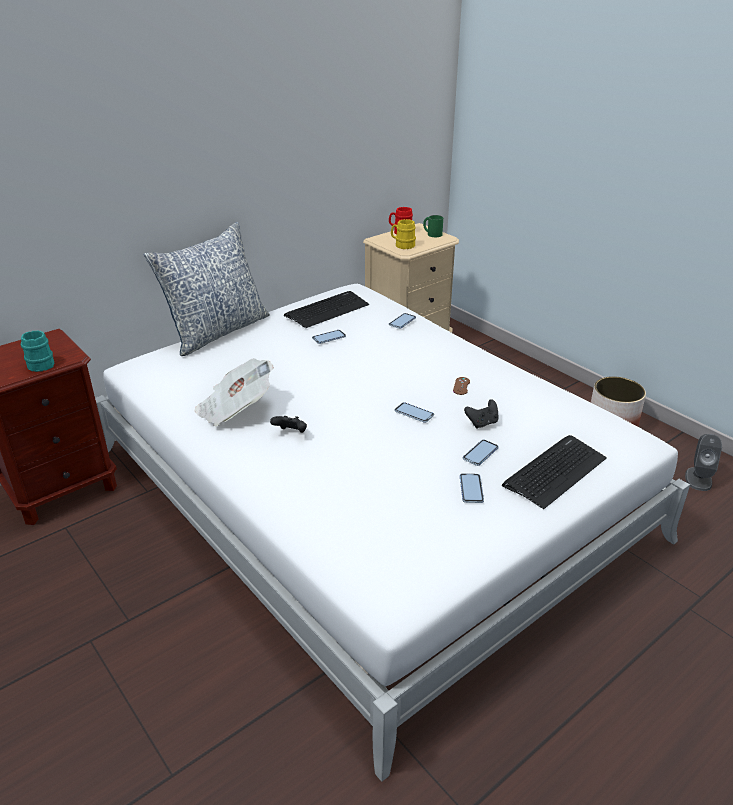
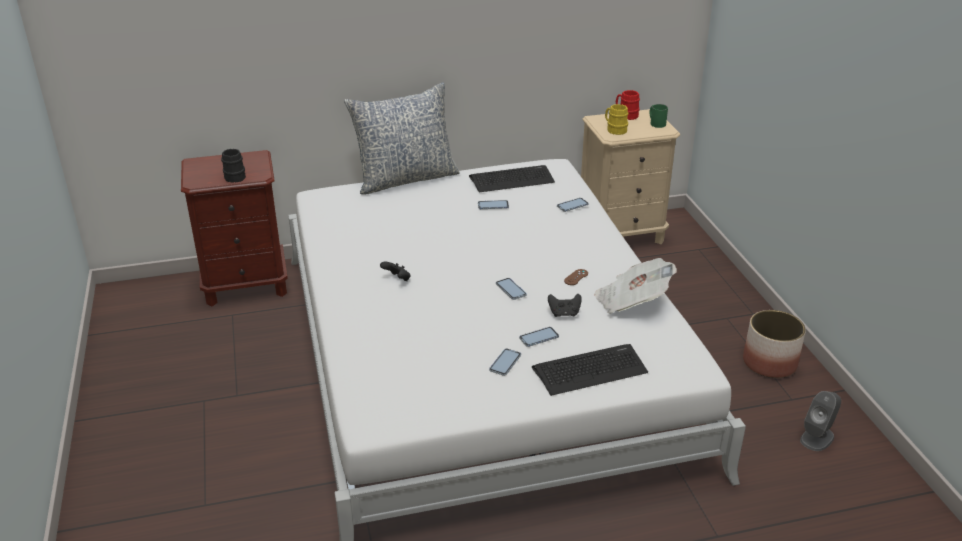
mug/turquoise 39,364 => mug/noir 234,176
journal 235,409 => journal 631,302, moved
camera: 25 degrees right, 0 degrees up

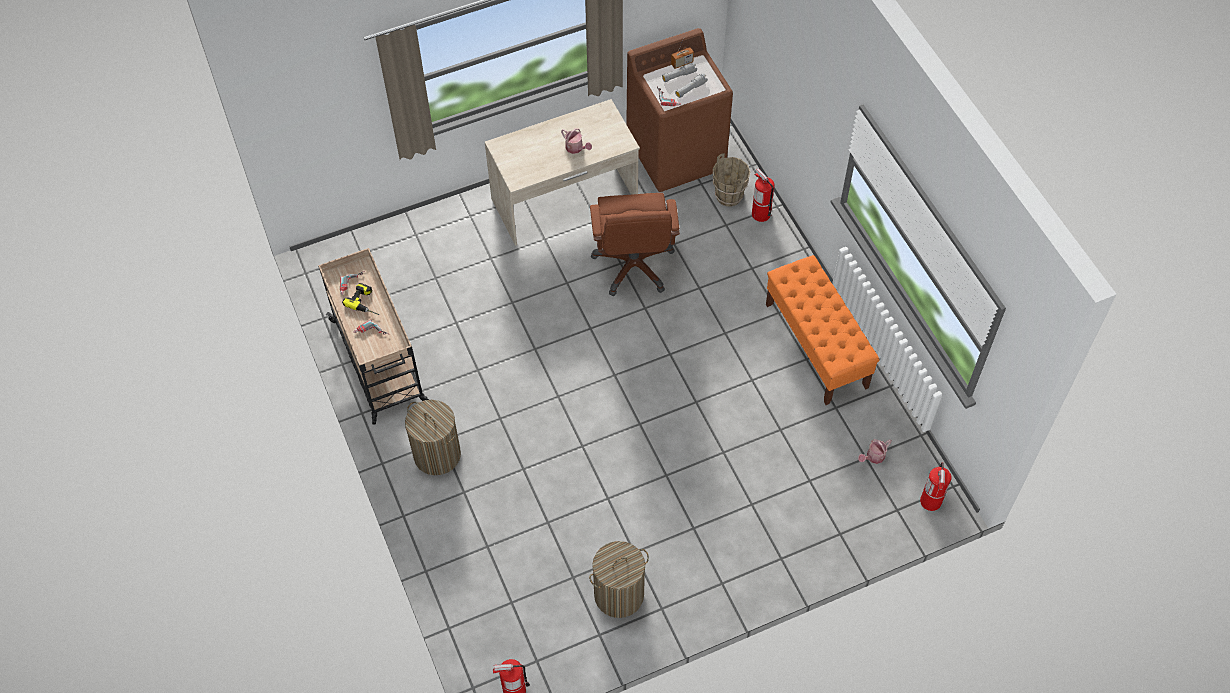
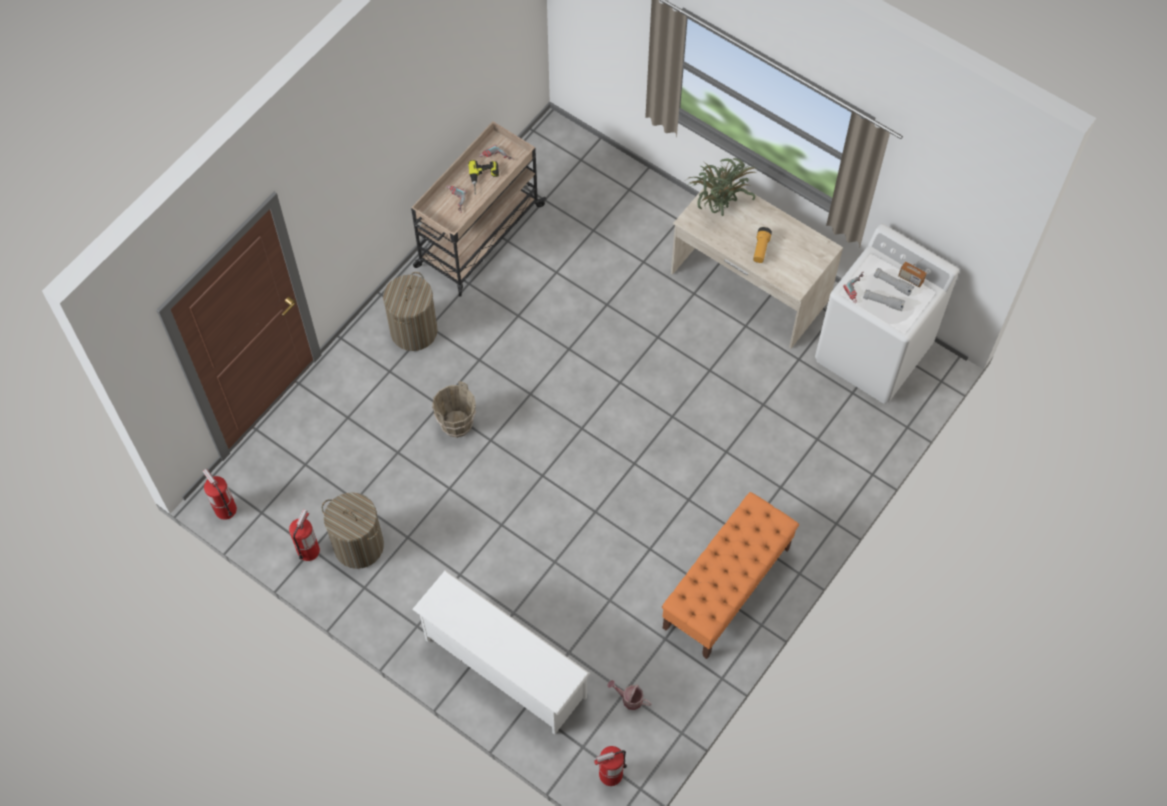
lave-linge/marron 676,154 => lave-linge/blanc 873,353
arrosoir 576,148 => lampe de poche 761,249
seau/marron 729,196 => seau/marron 457,424, moved
extincteur 760,214 => extincteur 308,550, moved
chaise de bureau/marron 634,265 => nothing
nothing => plante en pot 718,208
nothing => étagère à chaussures/blanc 502,668
camera: 60 degrees right, 5 degrees up

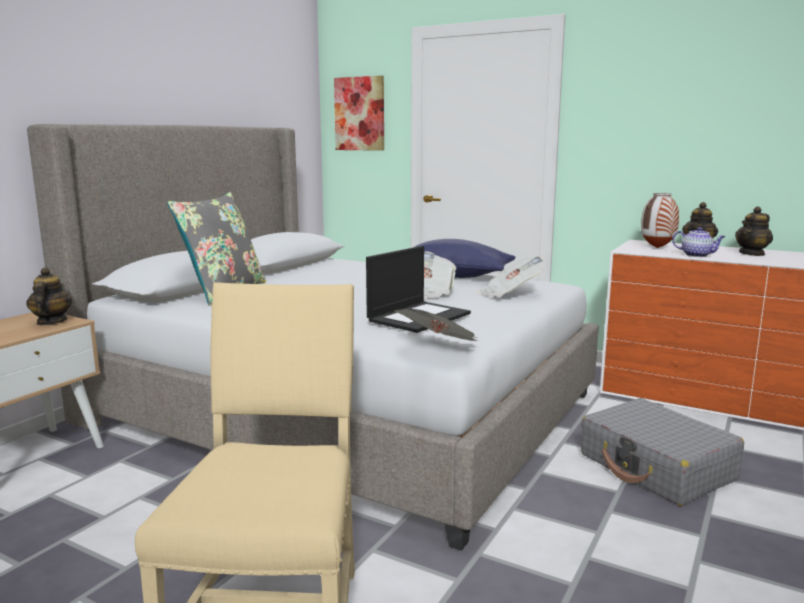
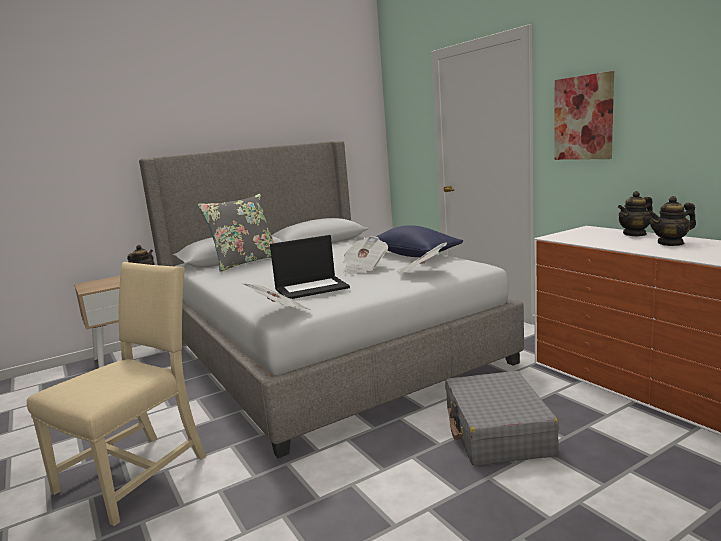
tableau 360,114 => tableau 583,118, moved
vase 657,248 => nothing
théière 697,255 => nothing
camera: 30 degrees right, 0 degrees up

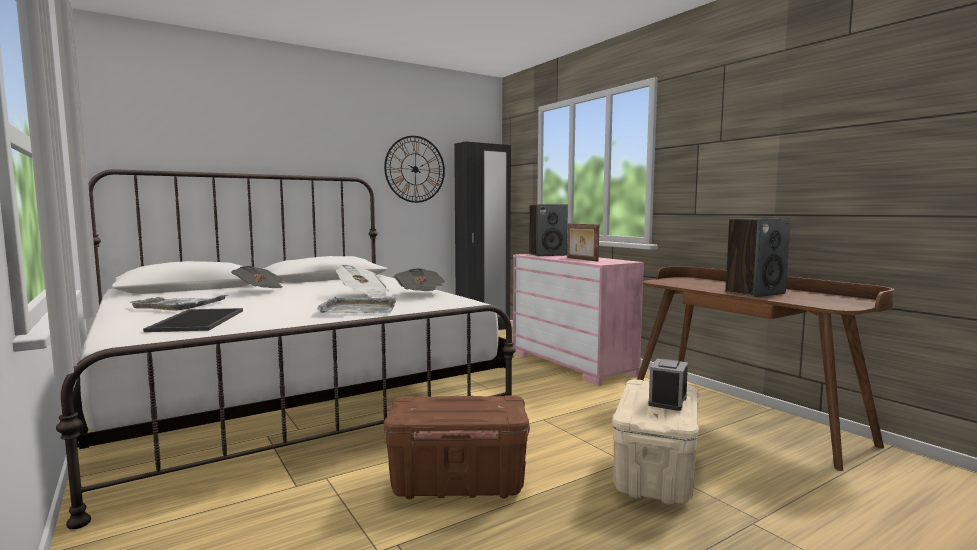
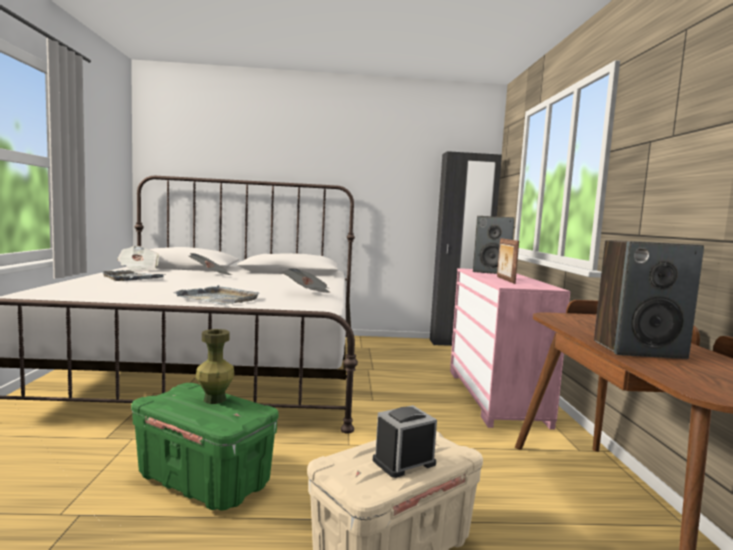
horloge murale 415,169 => nothing
journal 363,295 => journal 138,270, moved
plateau 196,320 => nothing
boîte de rangement/marron 459,483 => boîte de rangement/vert 205,480
nothing => vase/vert 214,399
camera: 30 degrees right, 0 degrees up

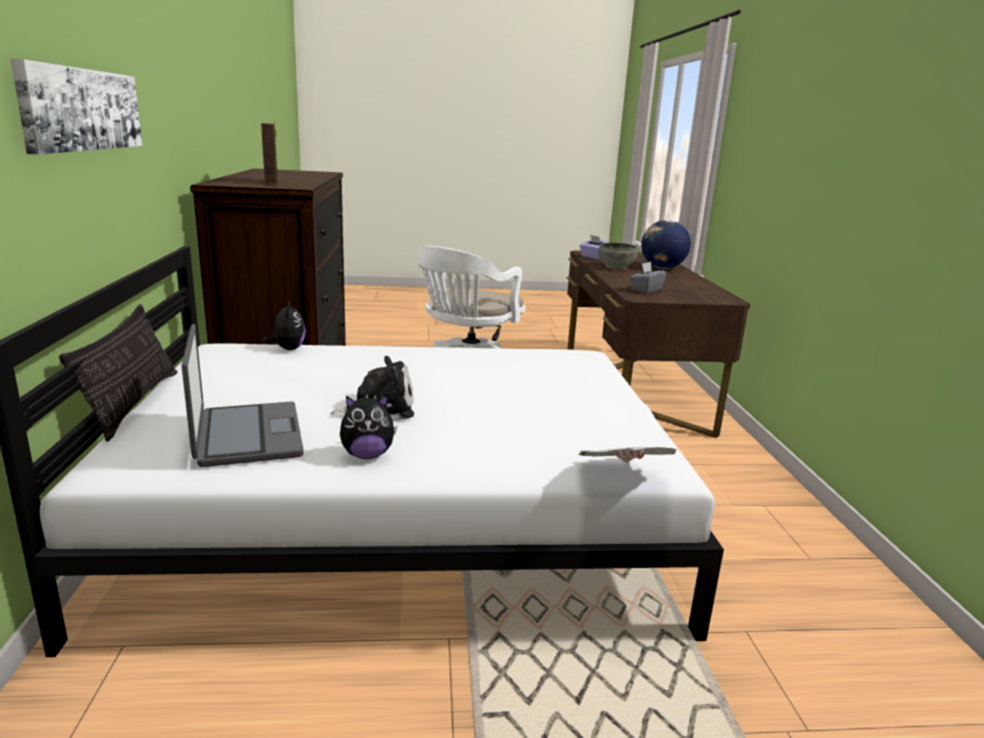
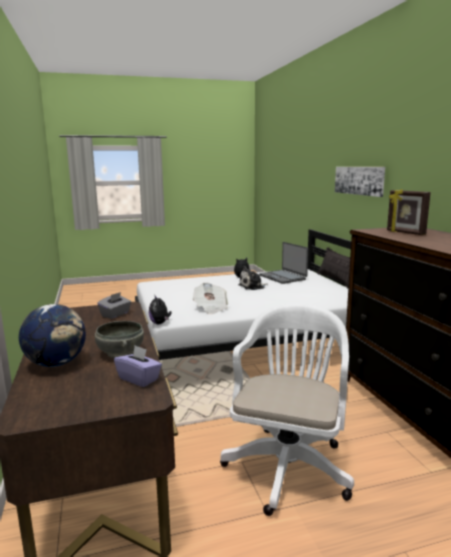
peluche 287,349 => peluche 160,323, moved
journal 622,476 => journal 210,308, moved
camera: 170 degrees right, 5 degrees down

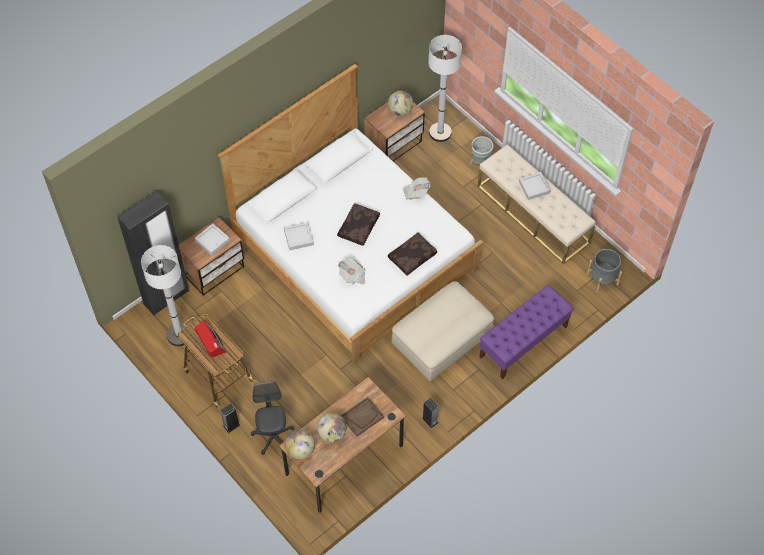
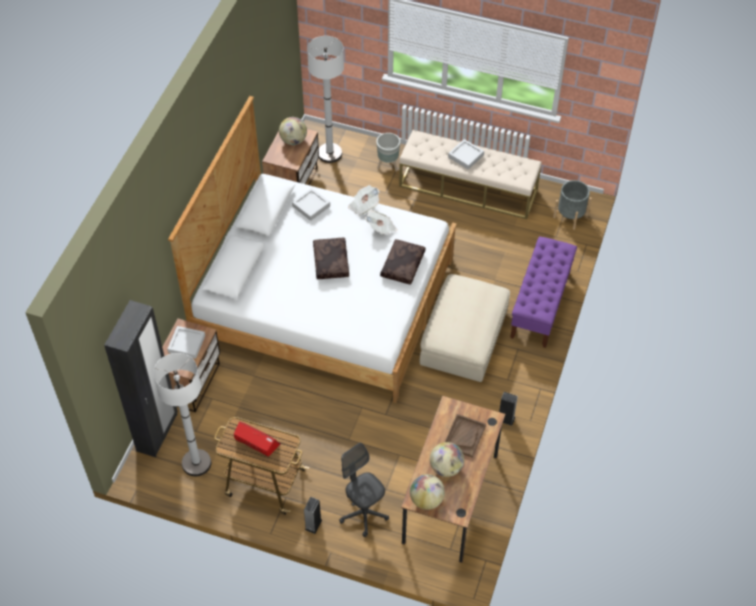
plateau/gris 298,237 => plateau/gris 311,206, moved
journal 352,276 => journal 381,228, moved
camera: 30 degrees left, 5 degrees down

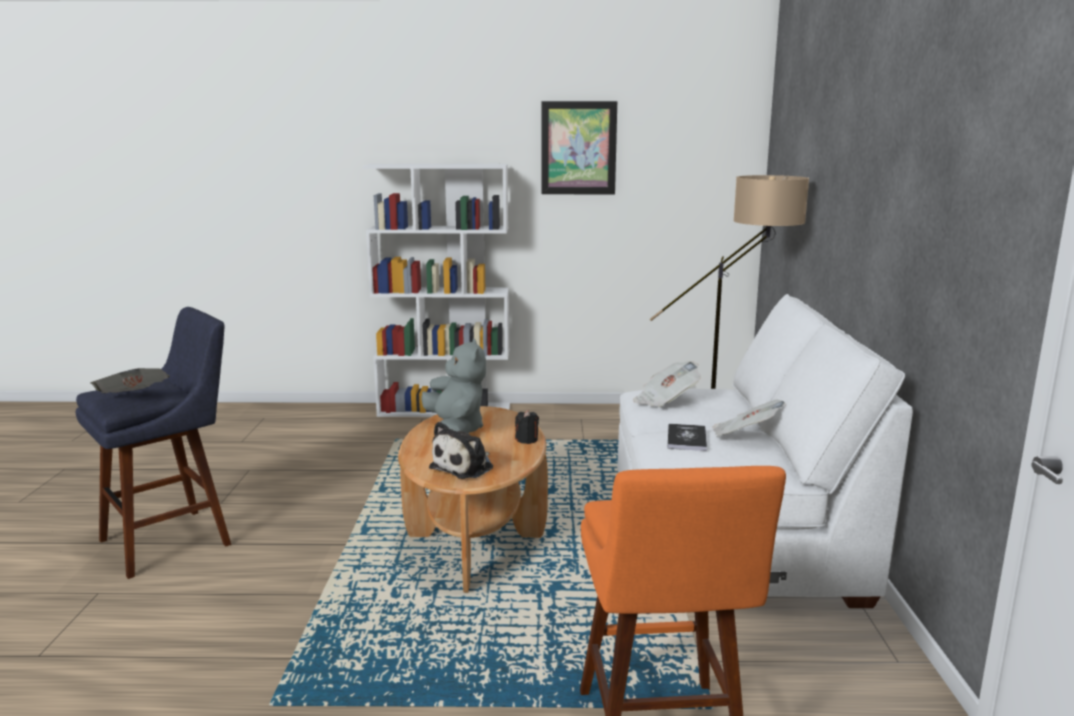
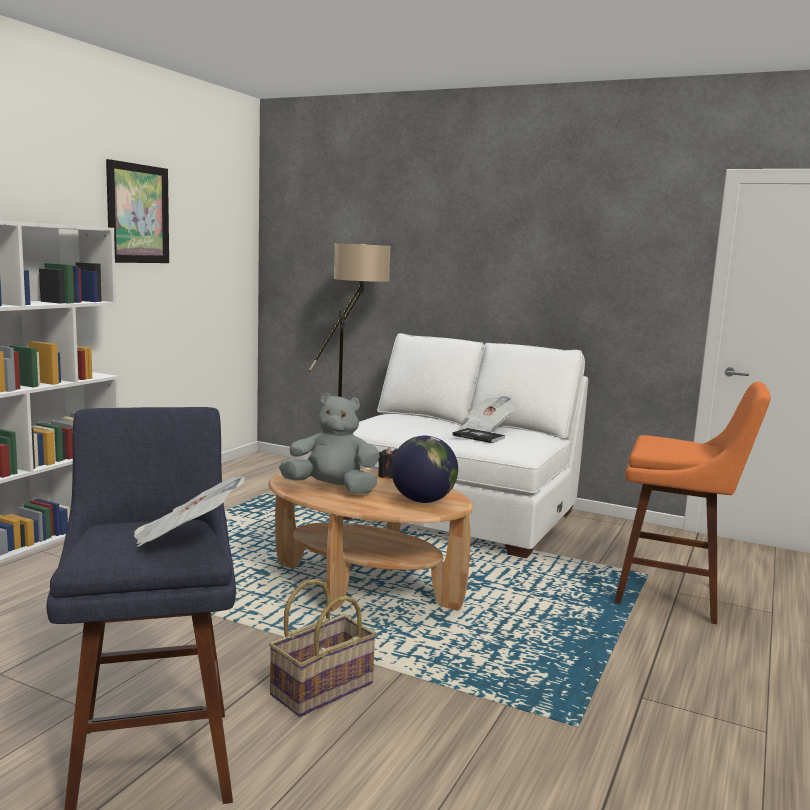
journal 665,401 => nothing
peluche 465,467 => globe 423,500
nothing => panier 321,688
camera: 65 degrees left, 5 degrees down

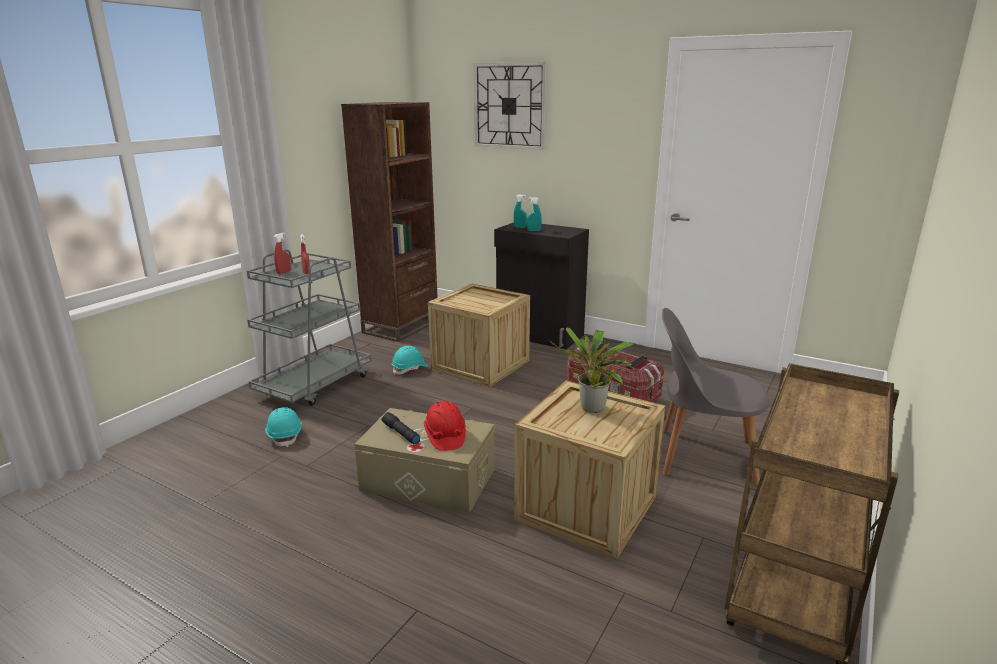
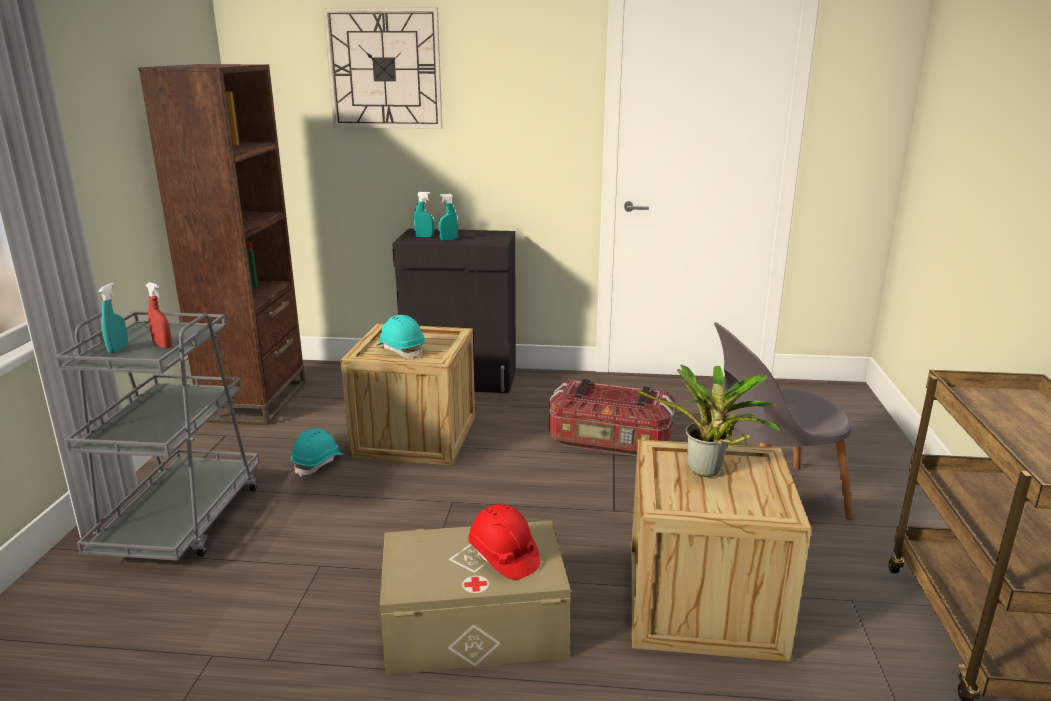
vaporisateur/rouge 284,272 => vaporisateur/turquoise 118,349
casque de chantier/turquoise 285,435 => casque de chantier/turquoise 401,350, moved
lampe de poche/noir 400,433 => nothing
camera: 25 degrees left, 0 degrees up

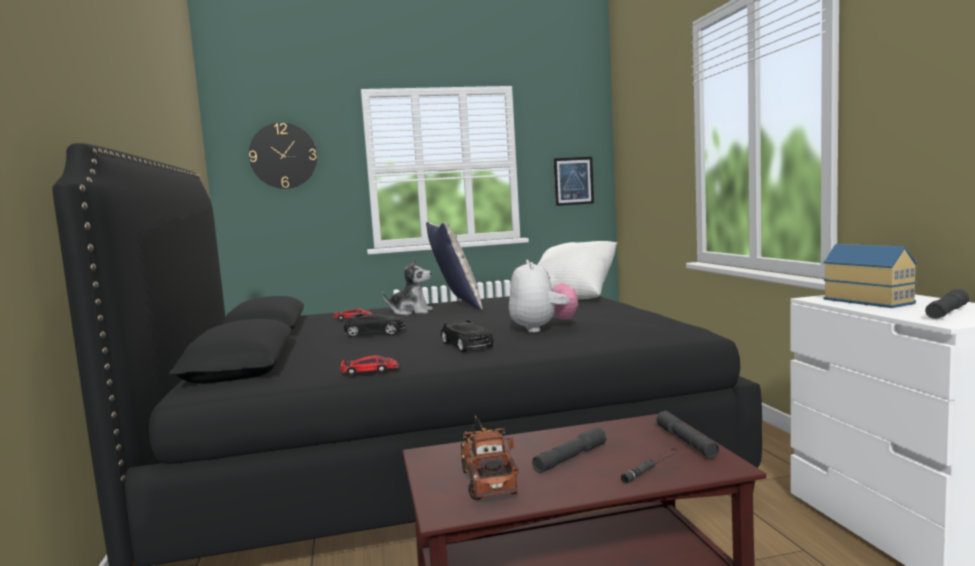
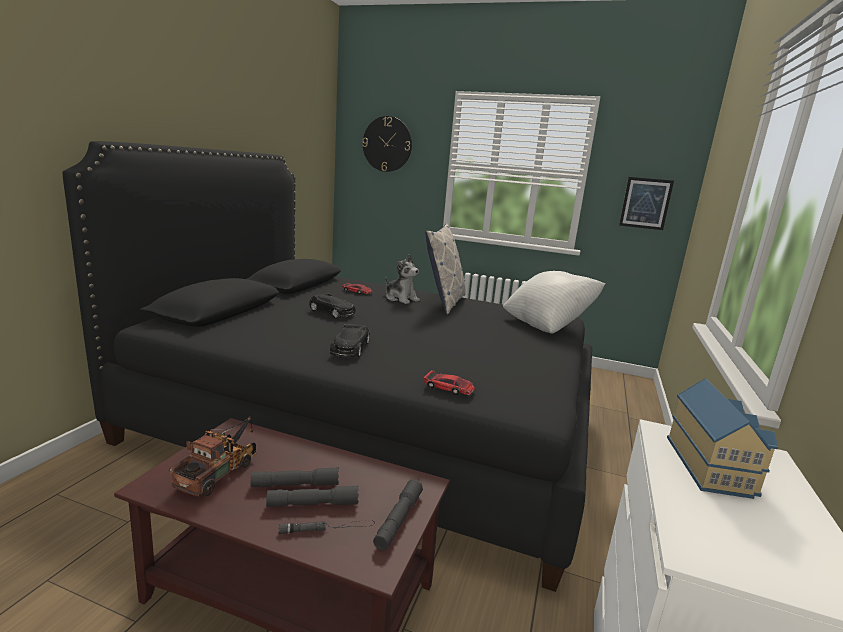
peluche 542,329 => nothing
lampe de poche/gris 946,312 => lampe de poche/gris 313,504, moved
petite voiture 370,371 => petite voiture 449,388, moved
camera: 30 degrees right, 10 degrees up

